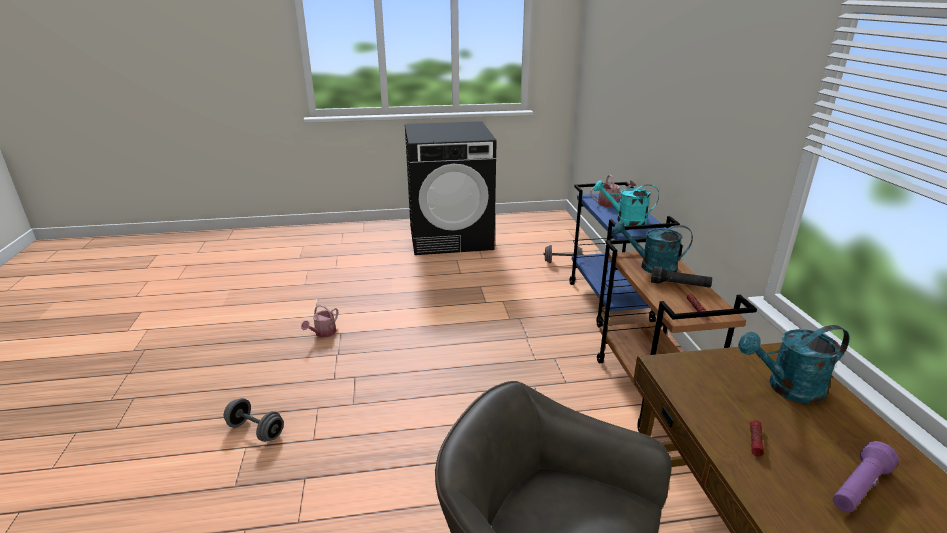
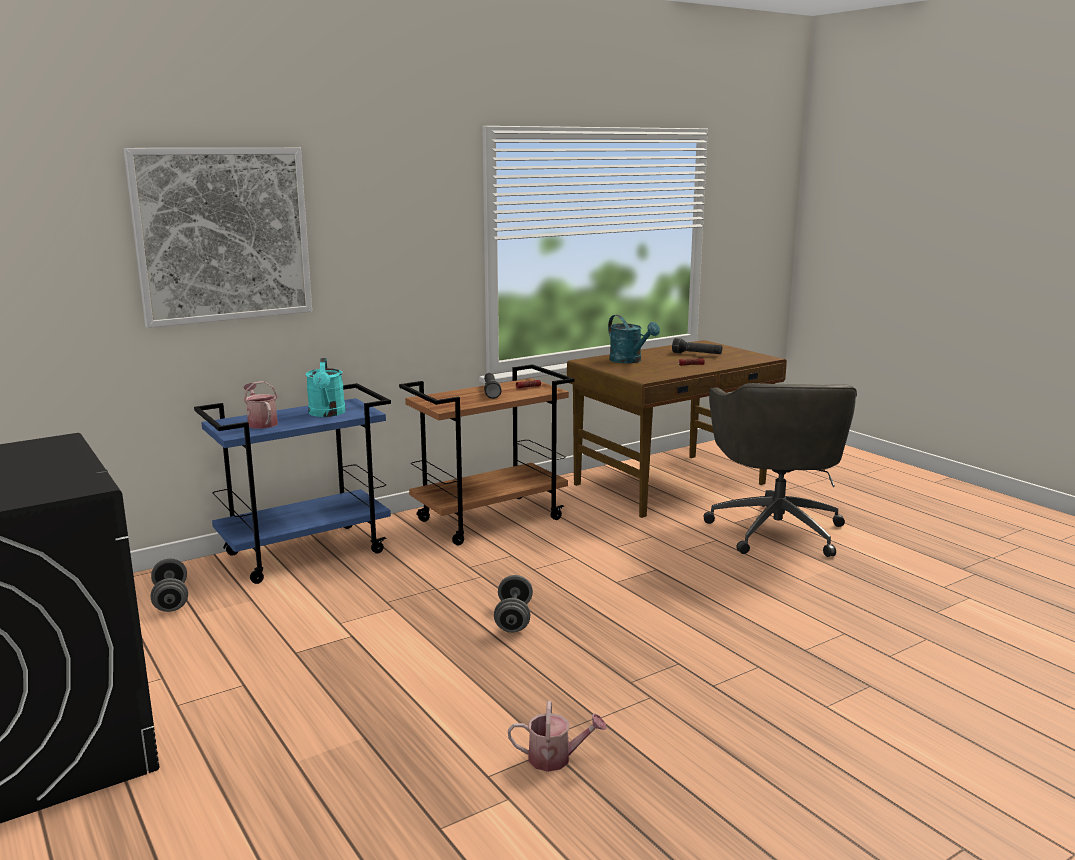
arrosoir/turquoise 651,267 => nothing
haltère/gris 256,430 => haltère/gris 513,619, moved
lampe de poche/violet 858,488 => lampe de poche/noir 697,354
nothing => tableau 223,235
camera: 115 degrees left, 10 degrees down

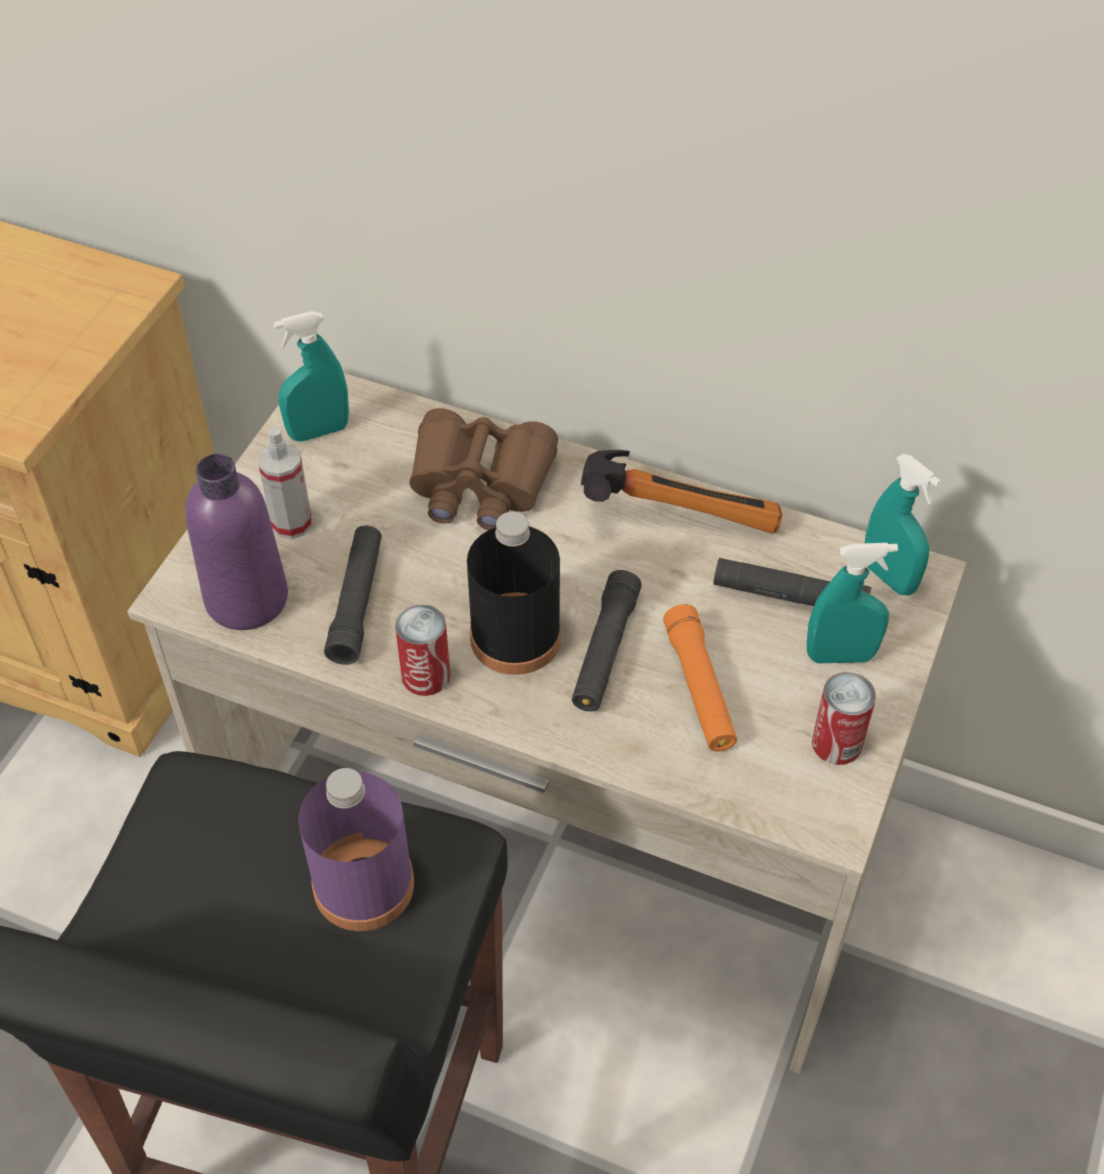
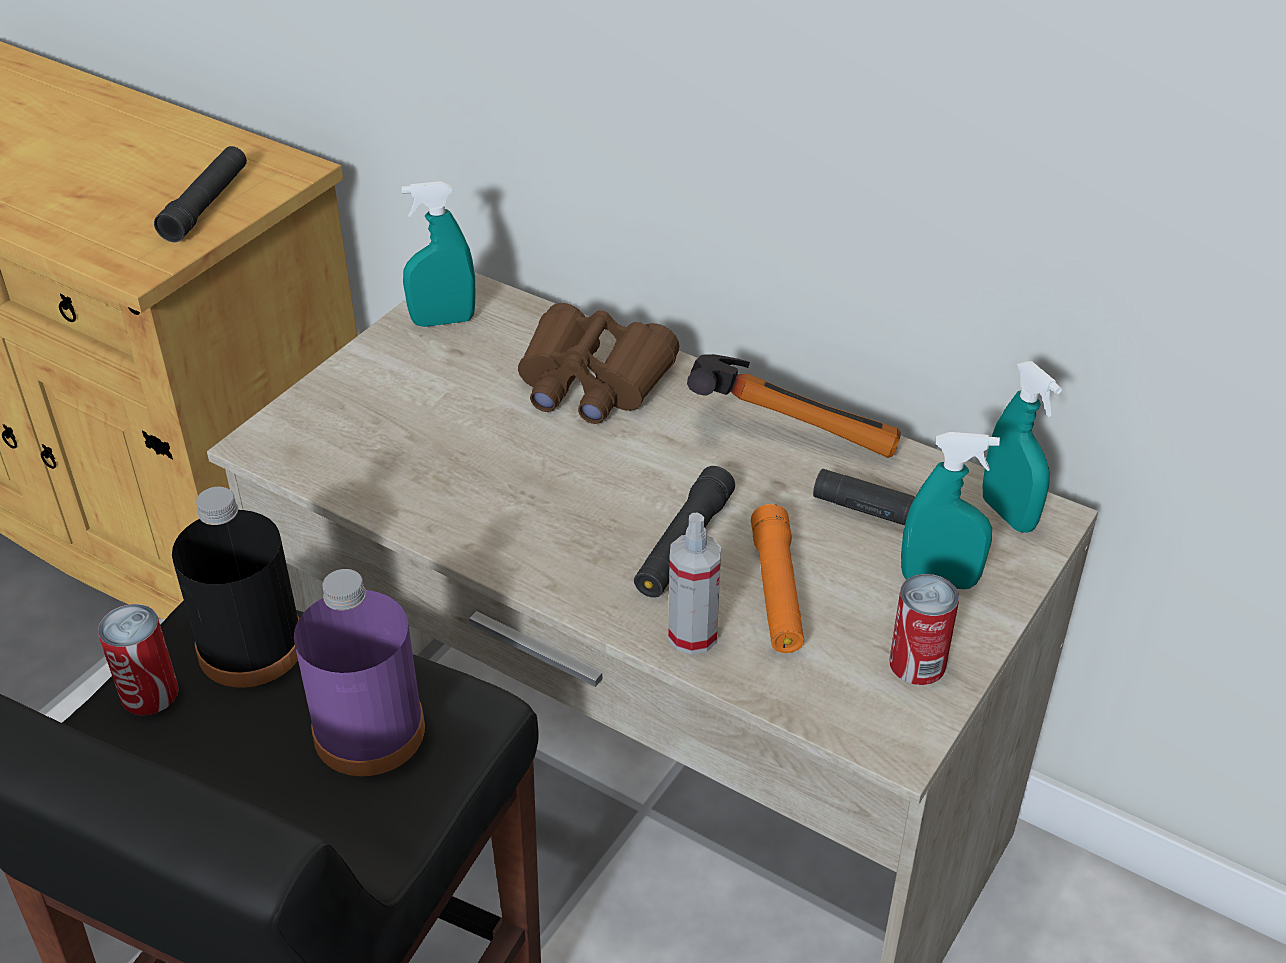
vaporisateur 292,523 => vaporisateur 692,635, moved
bouteille/violet 246,599 => nothing
bouteille/noir 515,637 => bouteille/noir 251,647, moved
lampe de poche/noir 357,602 => lampe de poche/noir 206,205, moved
boîte métallique 425,675 => boîte métallique 149,693, moved
camera: 10 degrees right, 10 degrees down

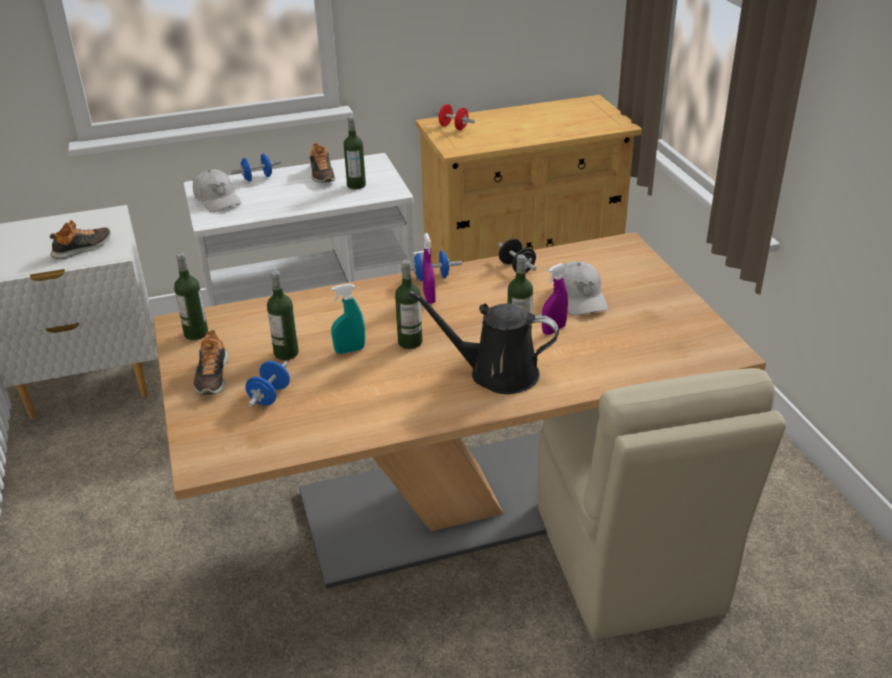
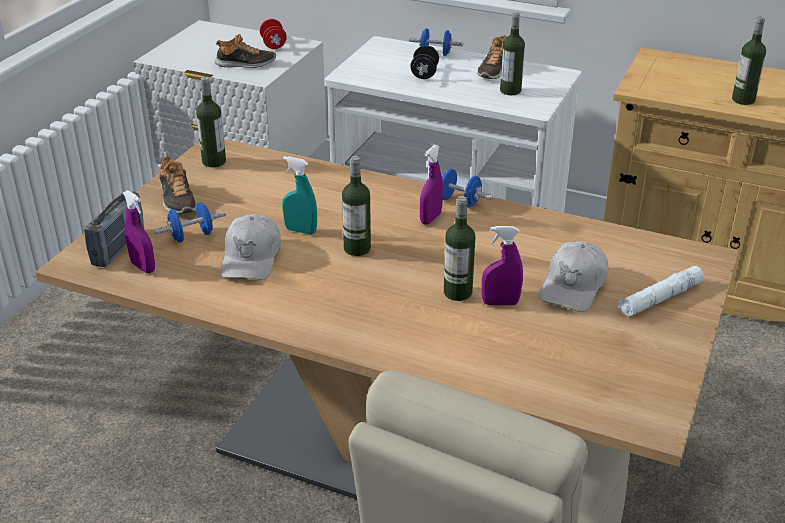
haltère/rouge 453,127 => haltère/rouge 273,45, moved
casquette/blanc 217,199 => casquette/blanc 252,258, moved
haltère/noir 516,268 => haltère/noir 424,74, moved
bouteille 286,353 => bouteille 743,100, moved
arrosoir/noir 497,373 => nothing
chaussure 212,376 => chaussure 177,200, 60 degrees counterclockwise
nothing => vaporisateur/violet 143,267
nothing => radio 118,247
nothing => lampe de poche/blanc 659,299
camera: 40 degrees right, 0 degrees up

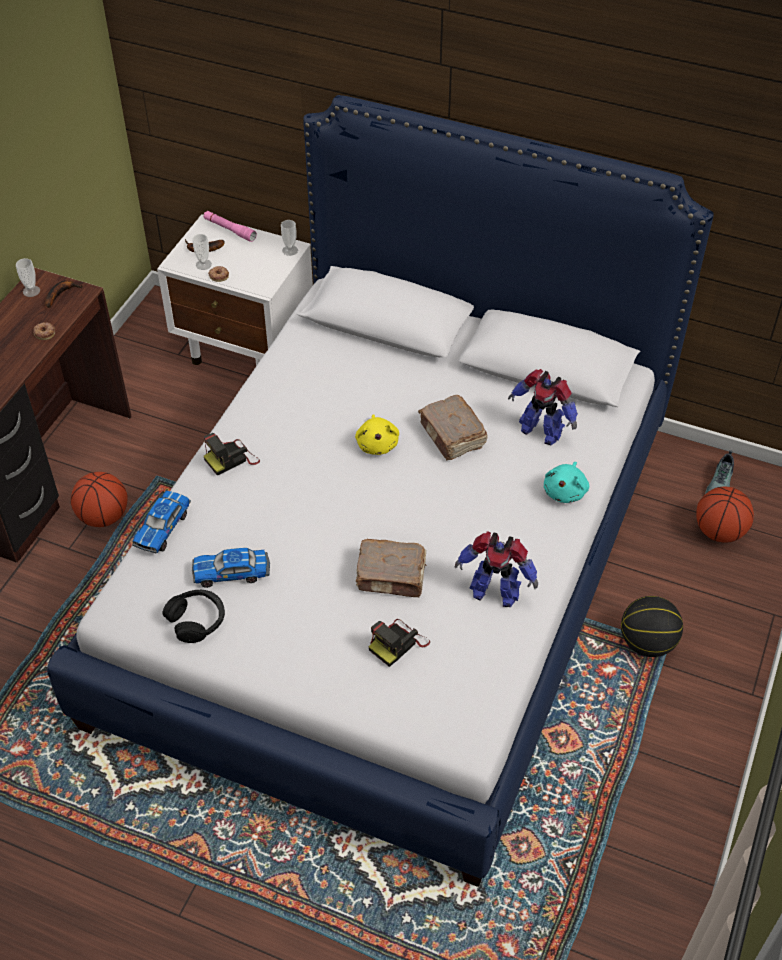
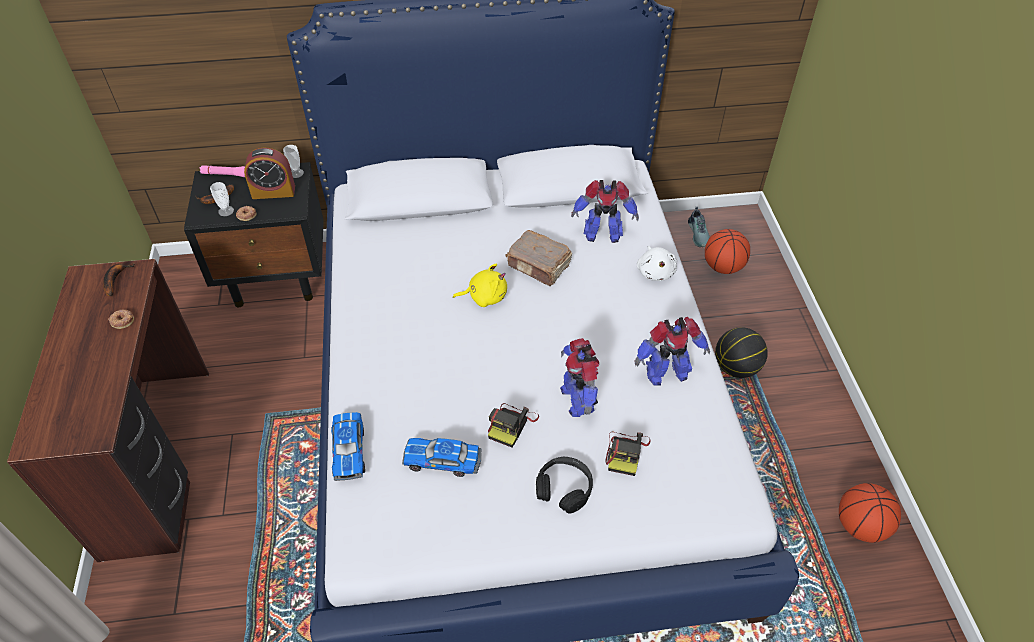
table de chevet/blanc 247,349 => table de chevet/noir 277,277
tasse 31,291 => nothing
peluche/jaune 377,444 => peluche/jaune 485,296, 60 degrees counterclockwise
appareil photo 231,459 => appareil photo 511,425, moved
peluche/turquoise 565,491 => peluche/blanc 655,271
ballon de basket 103,517 => ballon de basket 860,526, moved
livre/marron 392,576 => robot jouet 578,399
petite voiture 232,572 => petite voiture 443,461, 45 degrees clockwise
casque audio/noir 197,620 => casque audio/noir 564,488, moved
nothing => réveil 273,192
camera: 30 degrees left, 0 degrees up

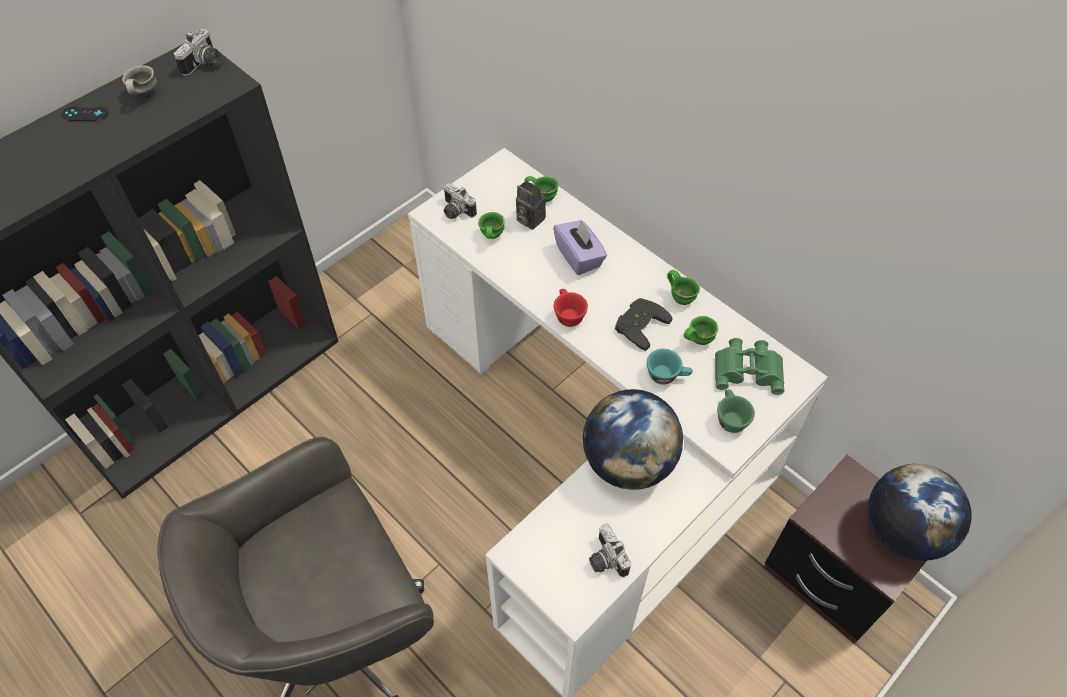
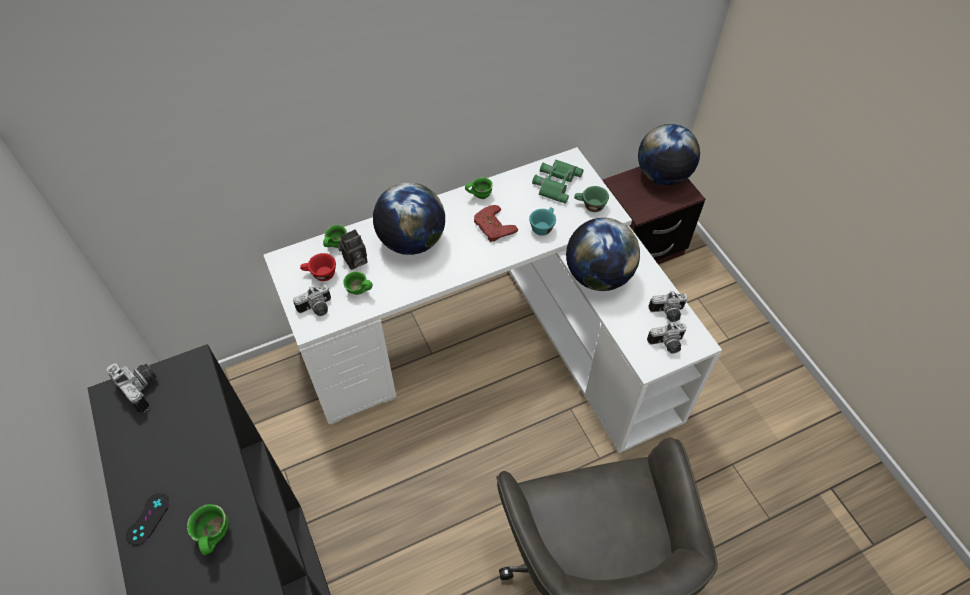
mug/gris 143,96 => nothing
boîte à mouchoirs/violet 579,257 => globe 411,241
tasse/rouge 567,314 => tasse/rouge 320,274, moved
manette/noir 639,324 => manette/rouge 492,227
mug/vert 697,339 => mug/vert 213,536, moved
nothing => appareil photo 667,344
camera: 70 degrees left, 0 degrees up

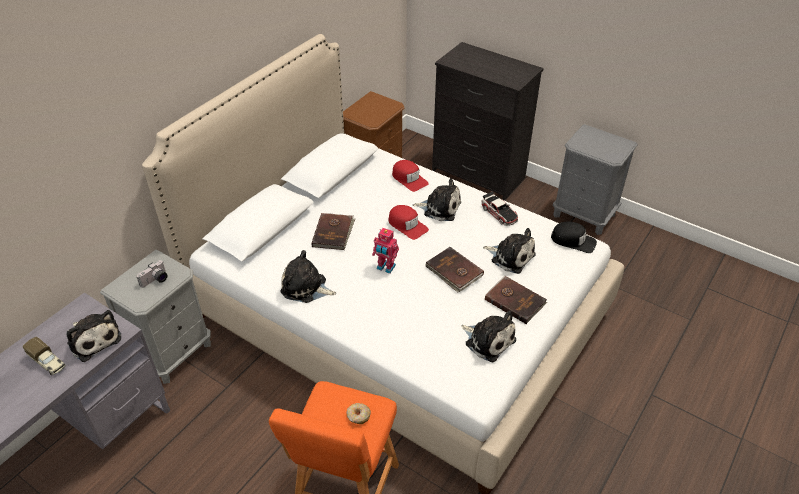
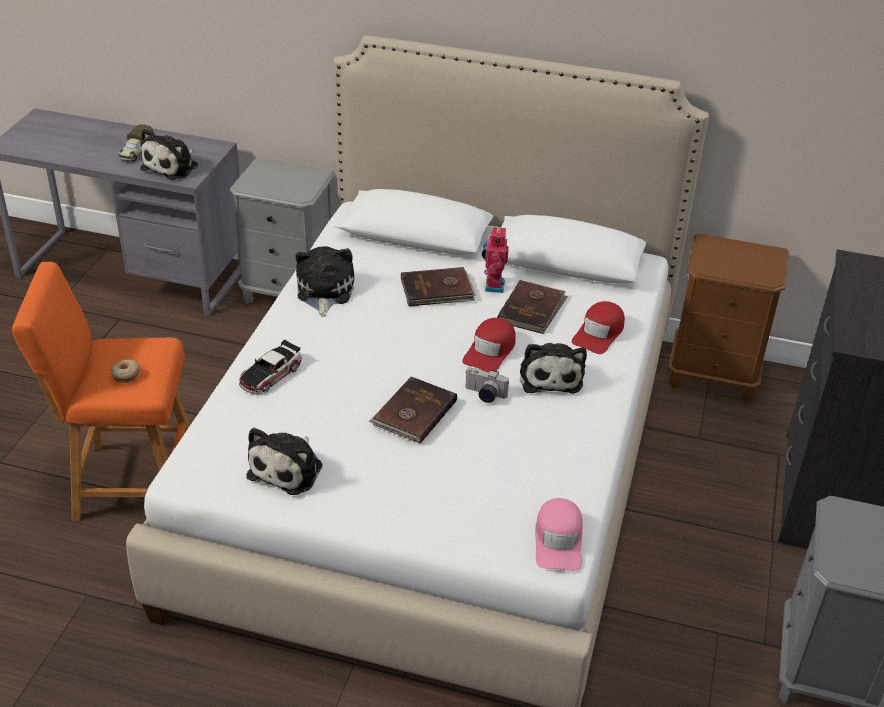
petite voiture 499,213 => petite voiture 270,374, moved
casquette/noir 573,241 => casquette/rose 558,540
robot jouet 385,268 => robot jouet 492,286, moved
peluche 510,256 => nothing
appareil photo 156,280 => appareil photo 484,395, moved
livre/marron 515,300 => livre/marron 532,309, moved
camera: 70 degrees right, 5 degrees down

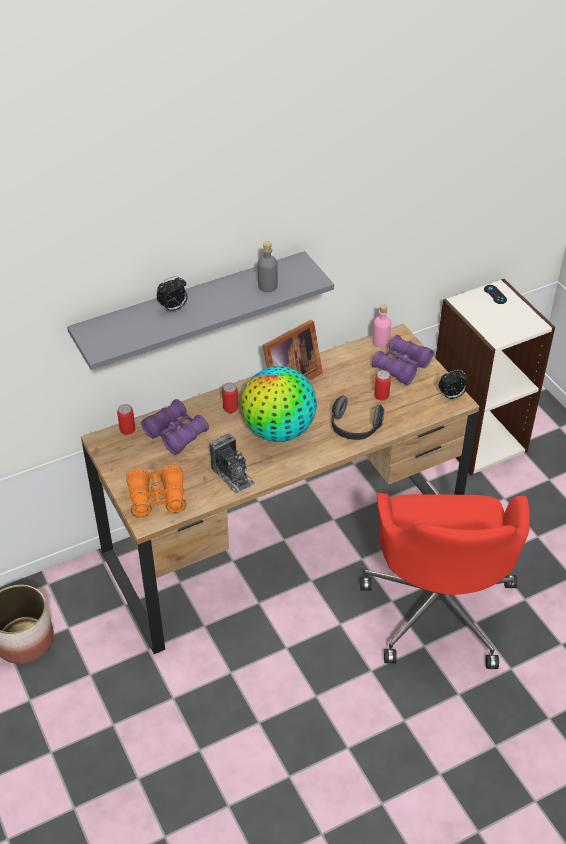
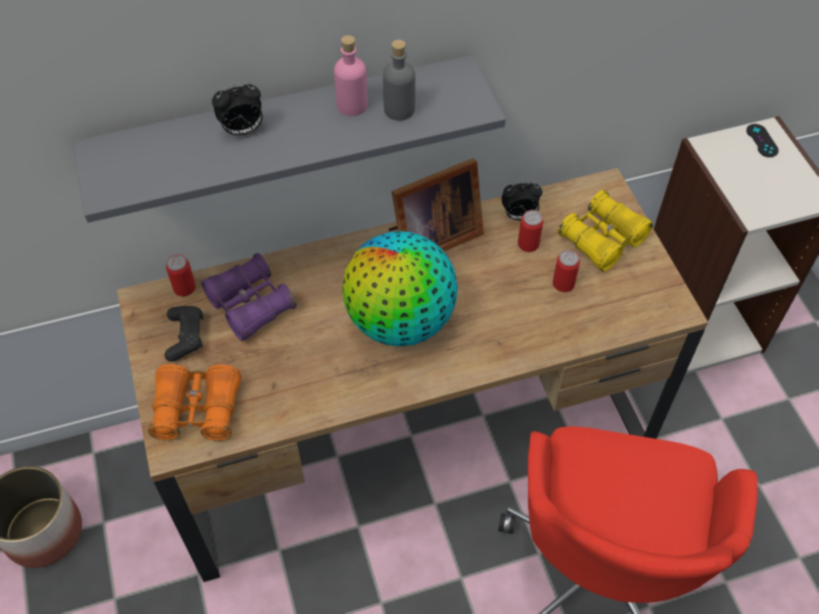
bouteille/rose 381,342 => bouteille/rose 352,105, moved
jumelles/violet 402,366 => jumelles/jaune 602,239
réveil 451,396 => réveil 519,216, moved
boîte métallique 230,408 => boîte métallique 528,244, moved
casque audio 354,428 => nothing
appareil photo 232,475 => nothing
nothing => manette/noir 185,336
camera: 10 degrees right, 10 degrees up

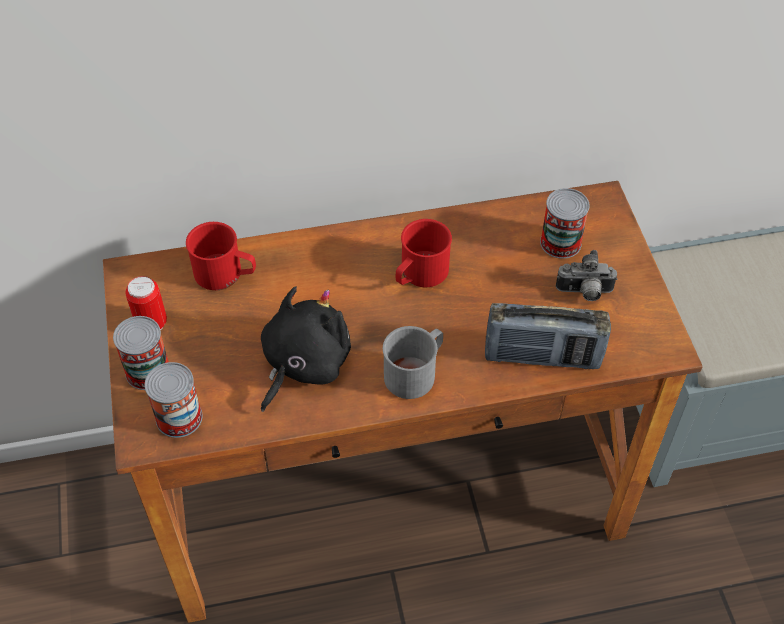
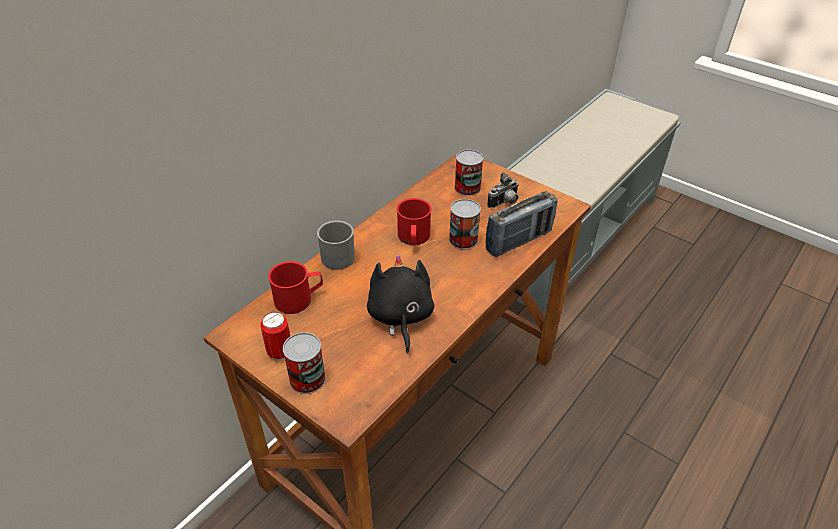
mug/gris 415,372 => mug/gris 339,254, moved
boîte métallique 179,417 => boîte métallique 463,240, moved
camera: 40 degrees left, 10 degrees down

